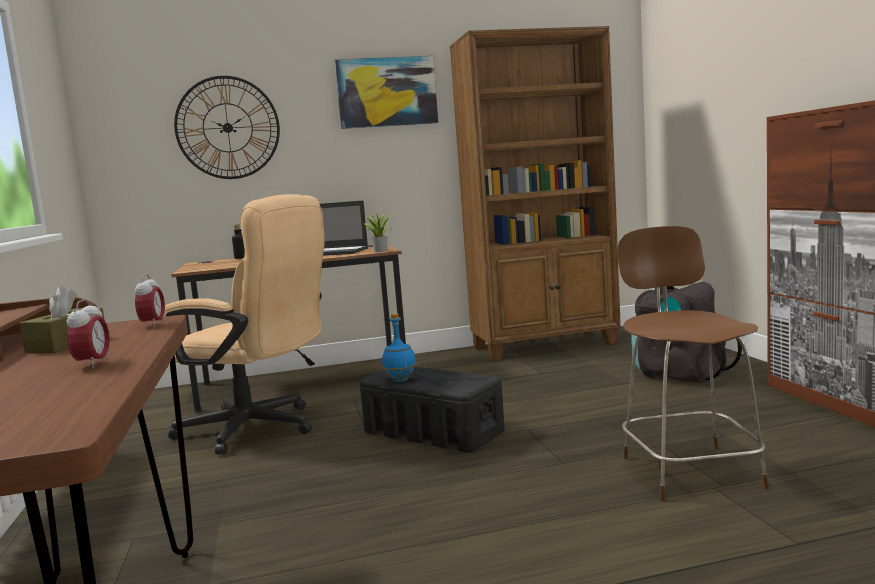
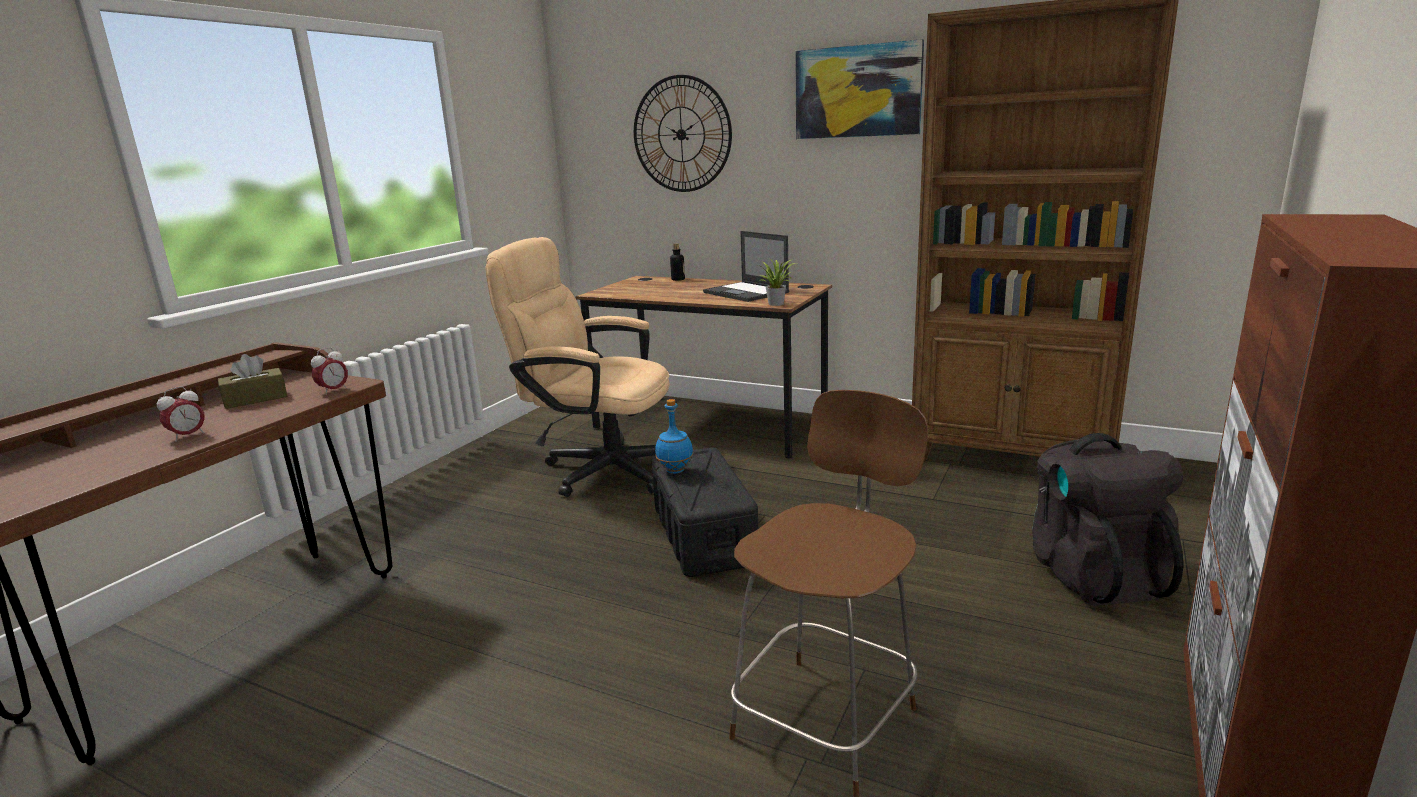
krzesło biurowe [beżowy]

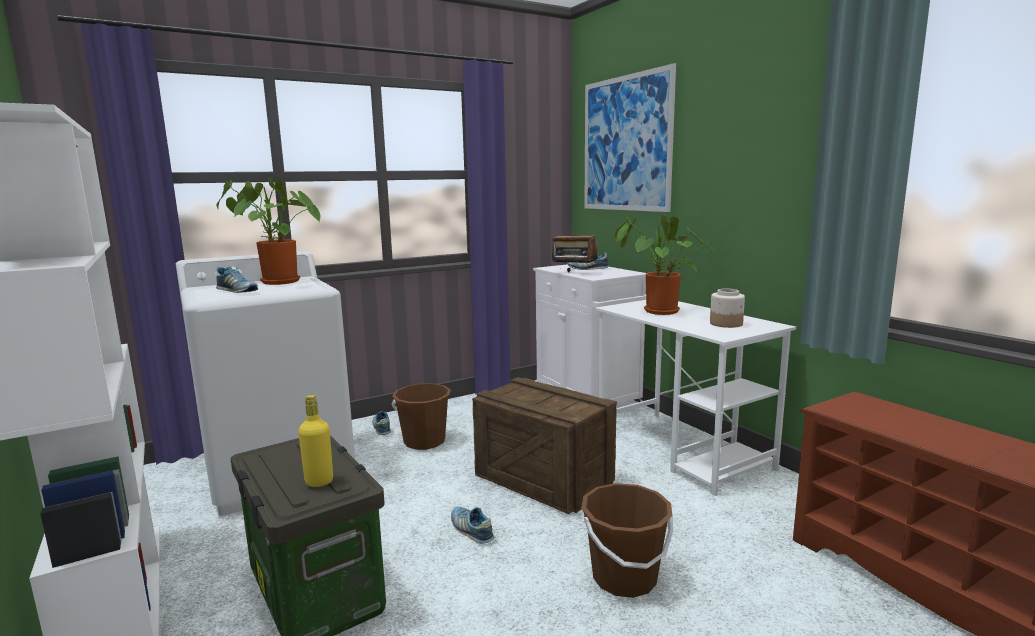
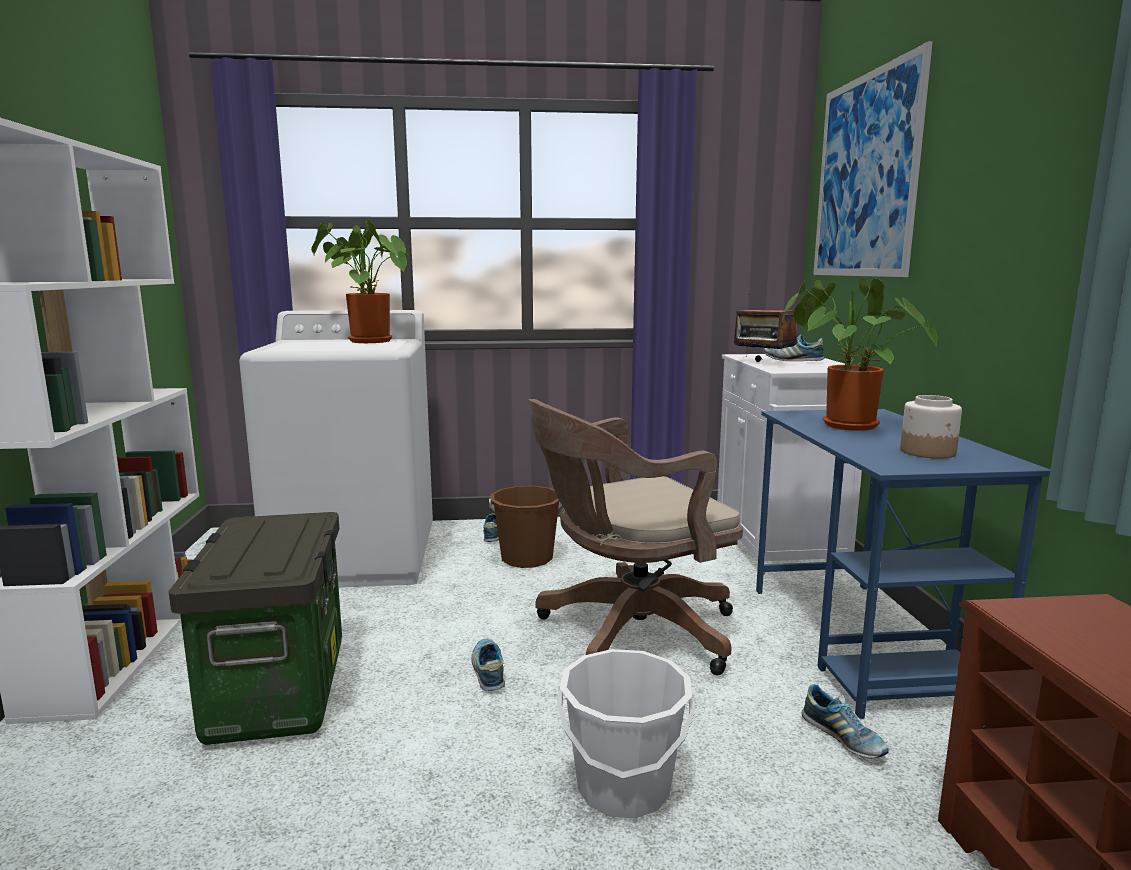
but (4th from left)
butelka [żółty]
krzesło biurowe [brązowy]
wiadro [biały]
biurko [niebieski]

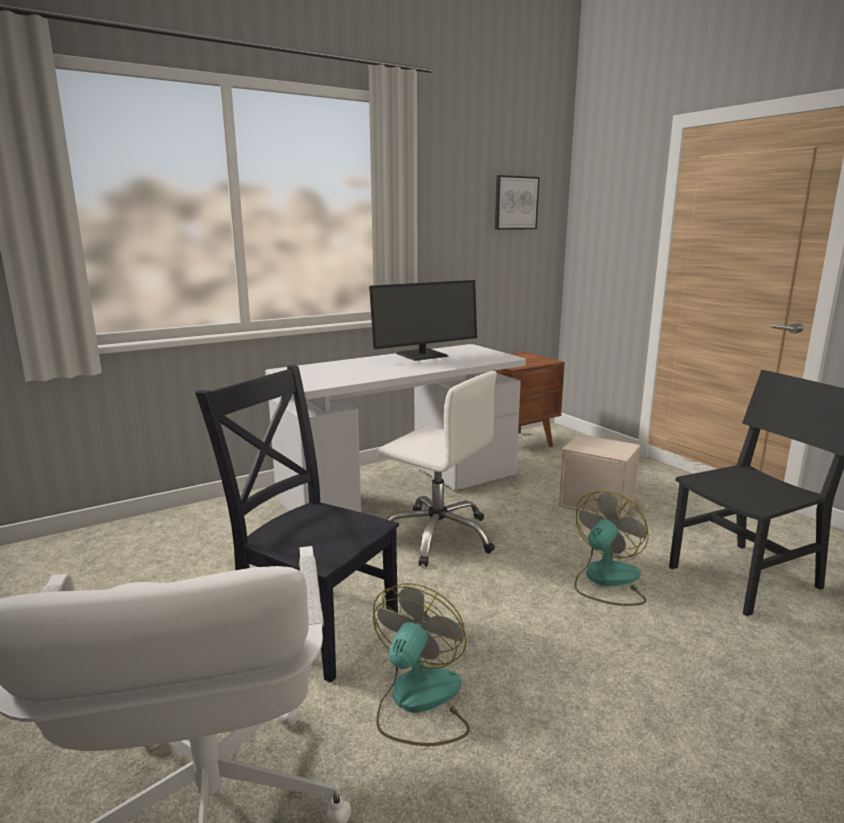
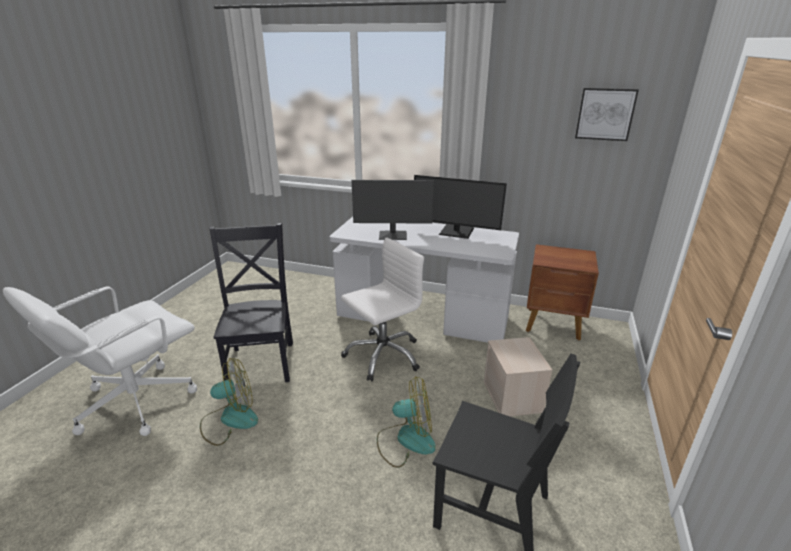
krzesło biurowe [biały] (2nd from left)
monitor (1st from left)

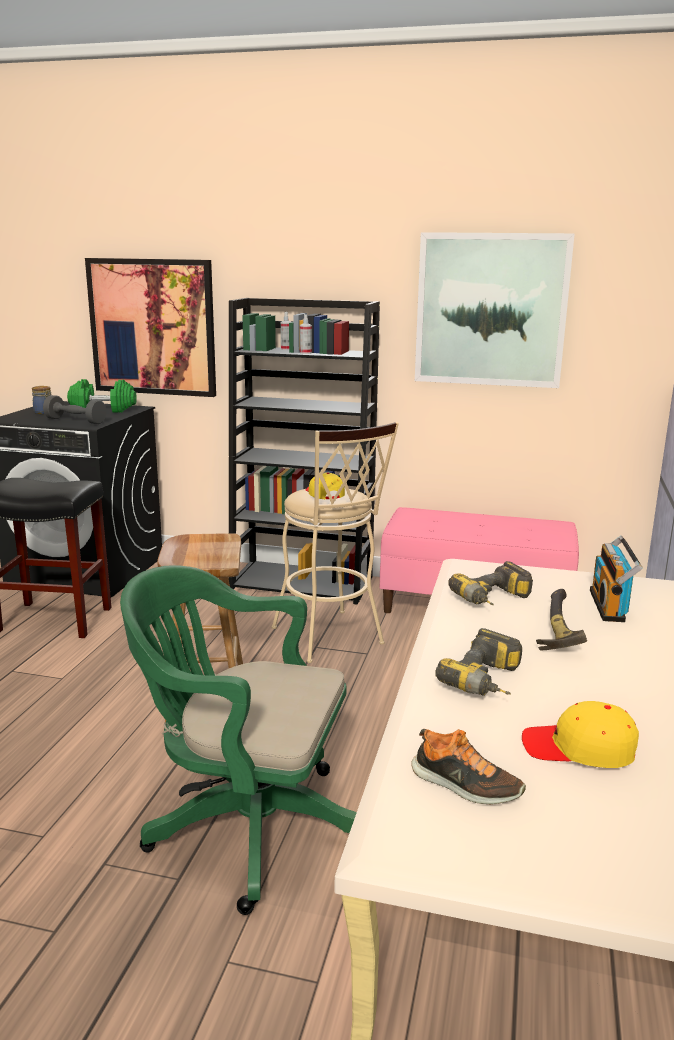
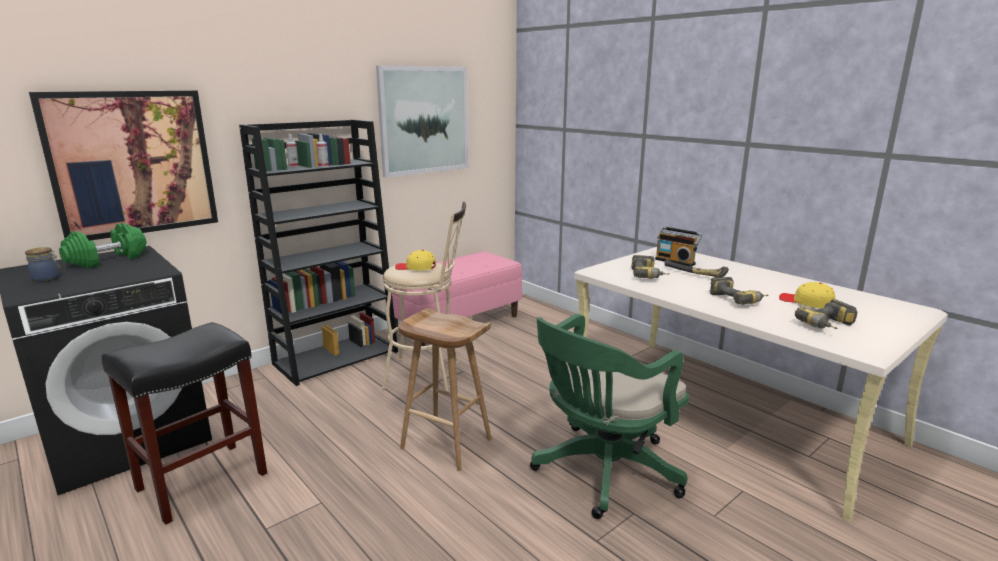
hantel [szary]
wiertarka (3rd from left)
czapka z daszkiem [żółty] (2nd from left)

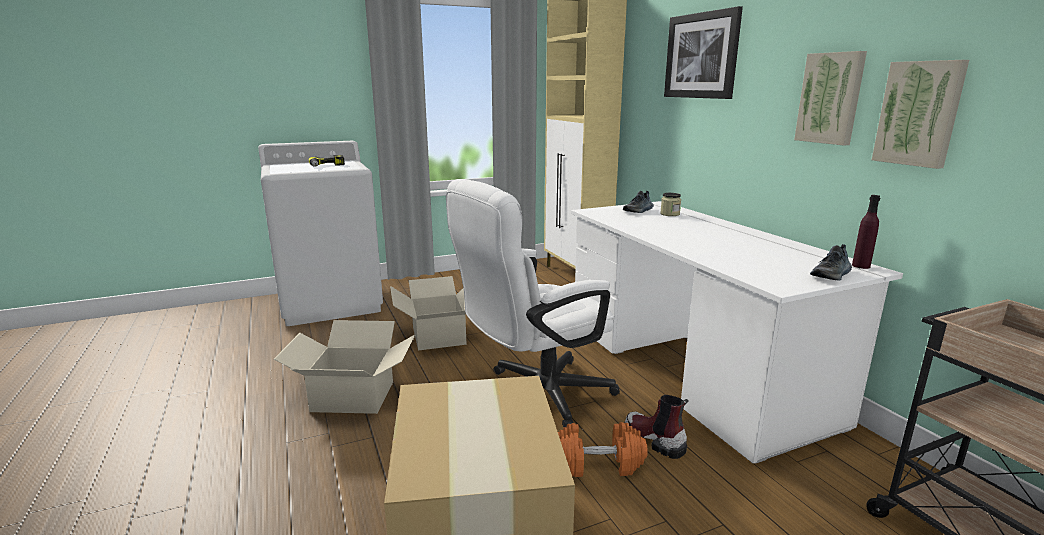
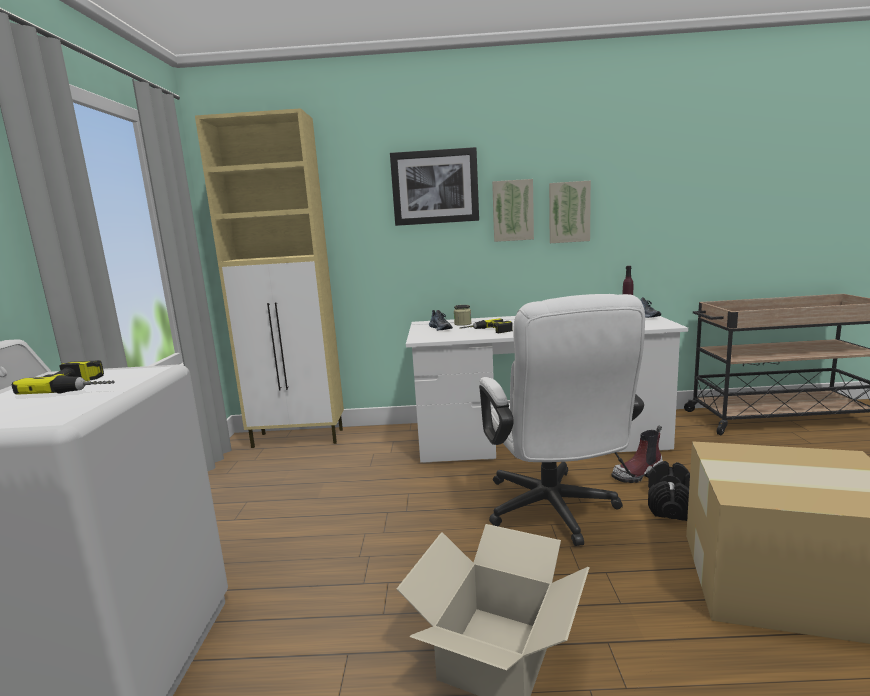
karton (2nd from left in the first image)
hantel [czarny]
obraz (2nd from left)
wiertarka (2nd from left)

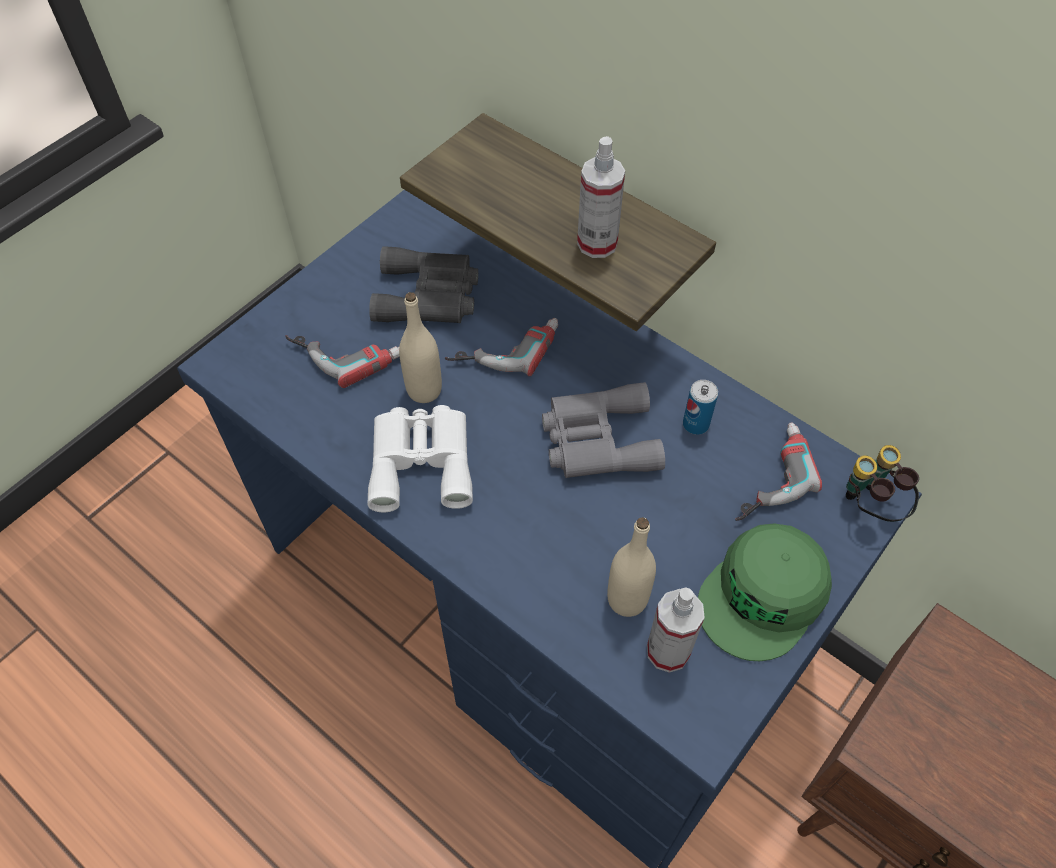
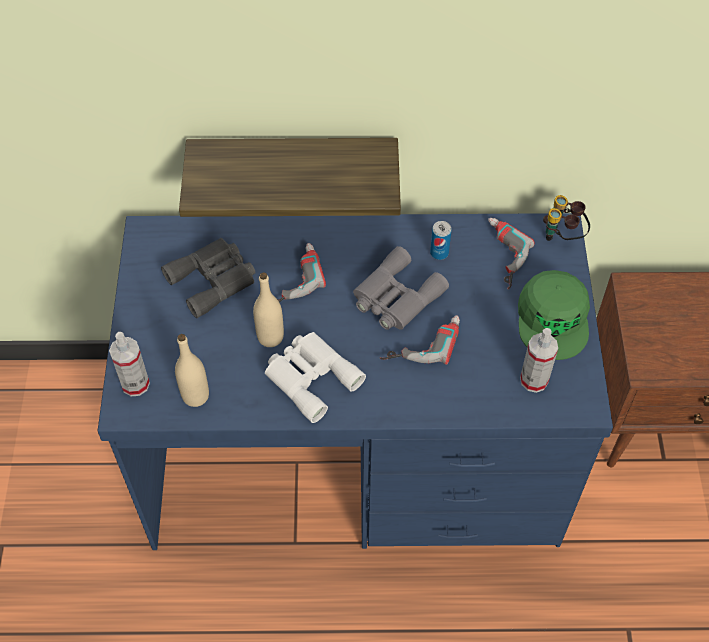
wiertarka (2nd from left)
spryskiwacz (1st from left)
butelka [beżowy] (1st from left)

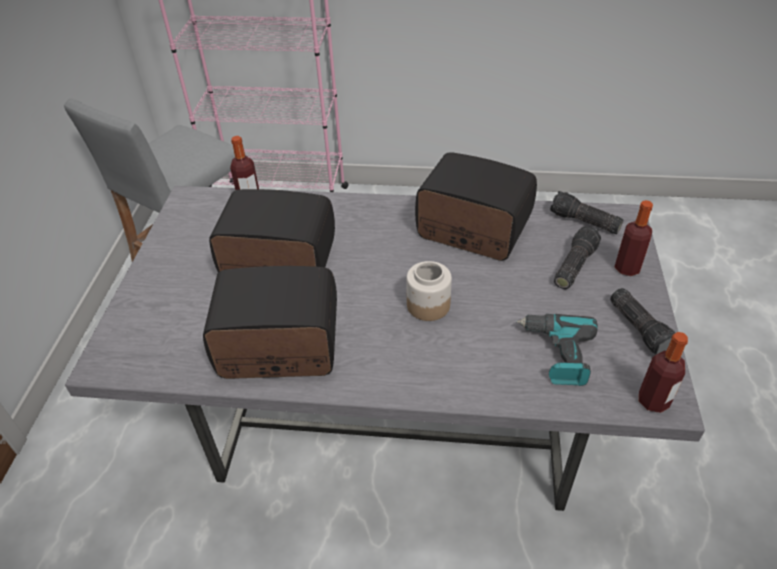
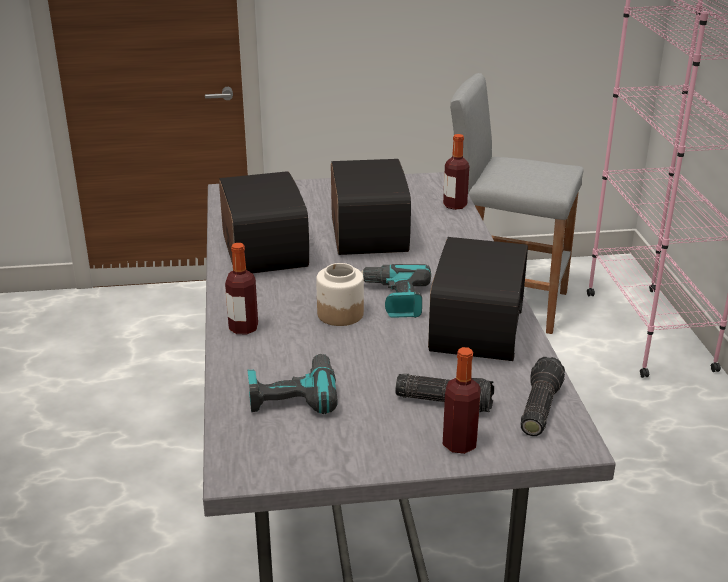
latarka (3rd from left in the first image)
butelka (1st from left)
wiertarka (2nd from left)

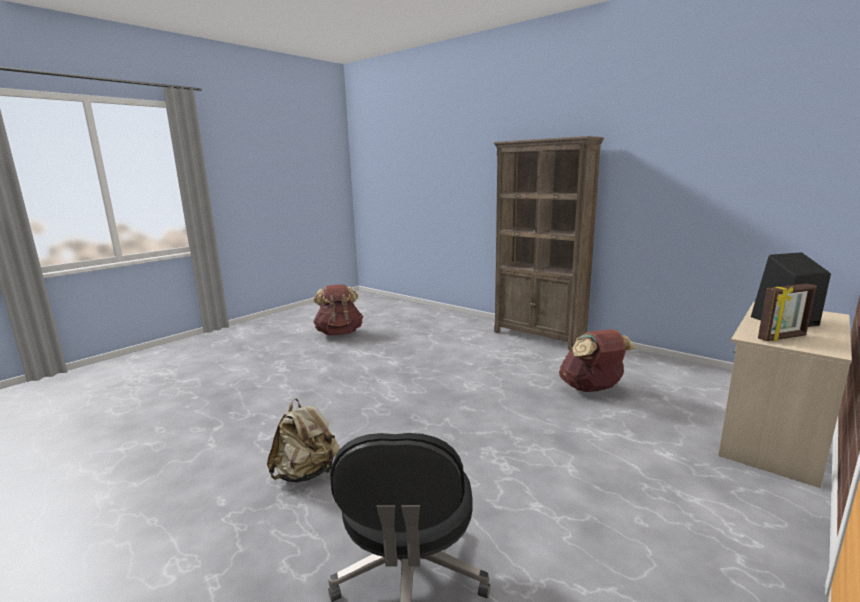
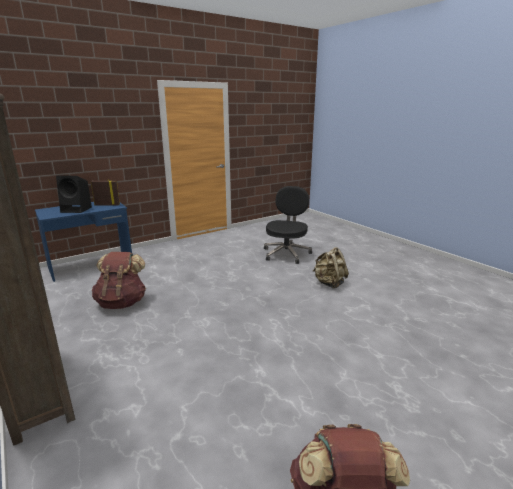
biurko [niebieski]

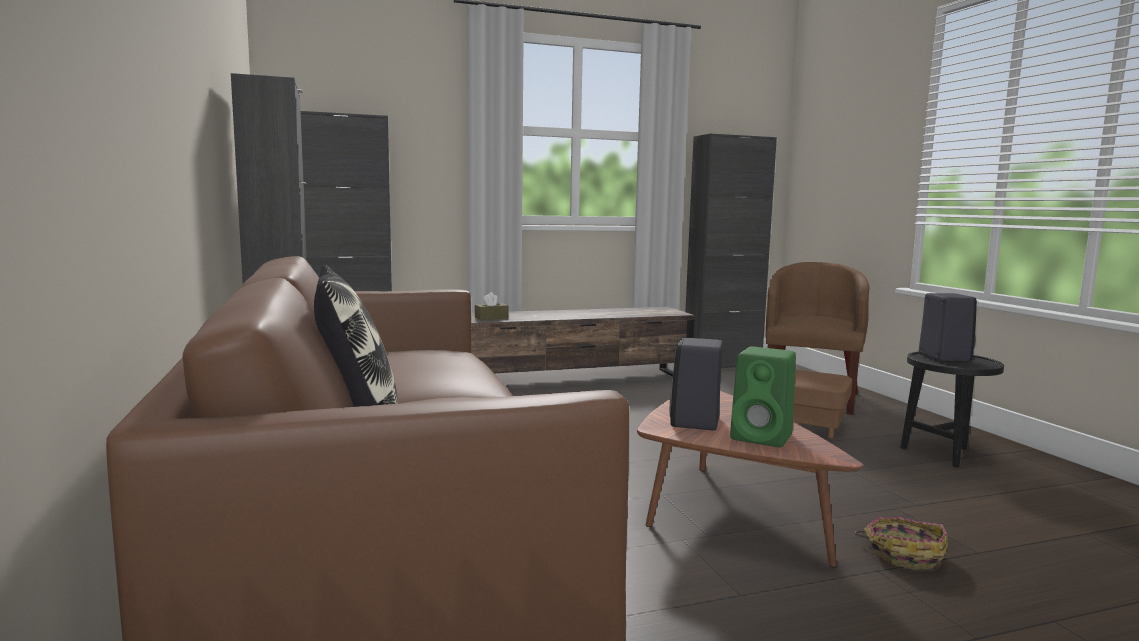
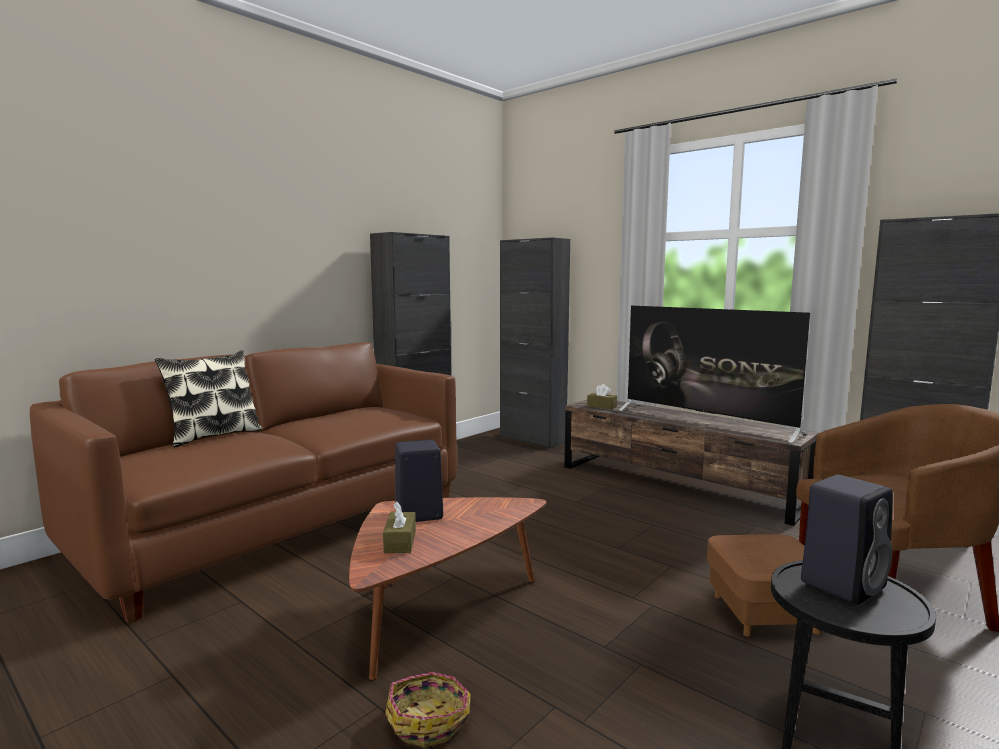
pudełko chusteczek [brązowy] (1st from left)
telewizor

